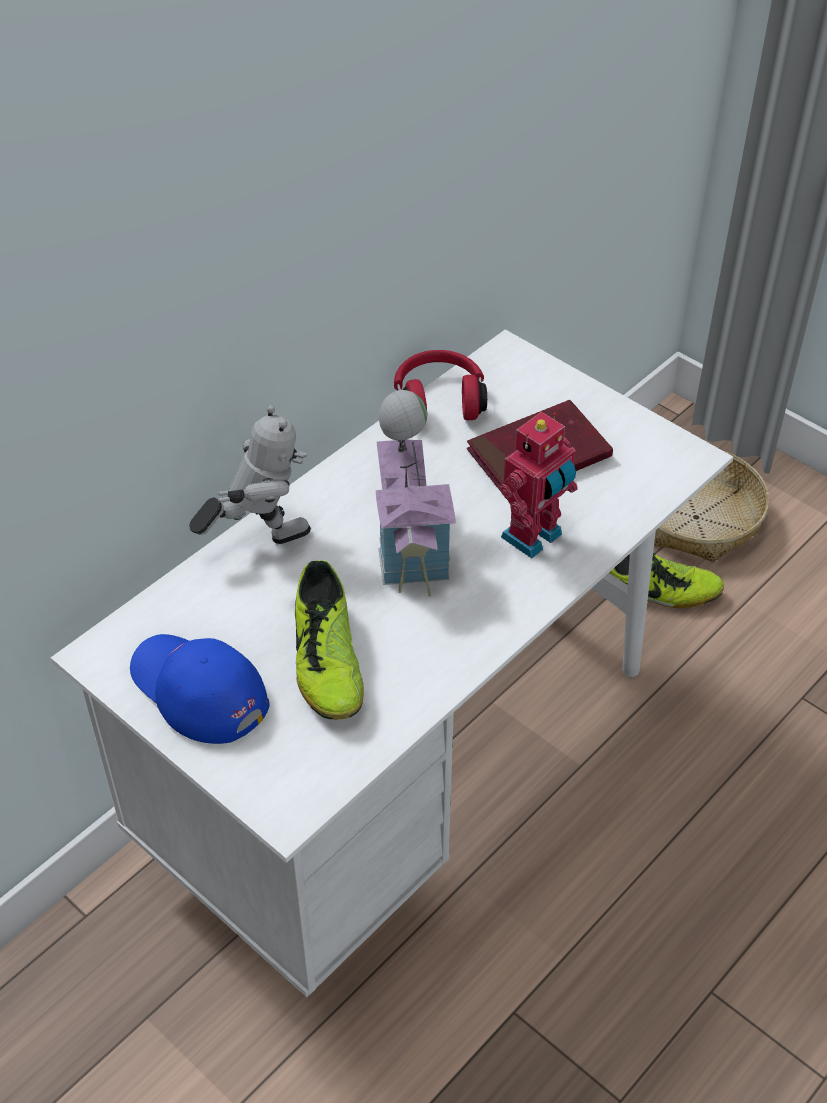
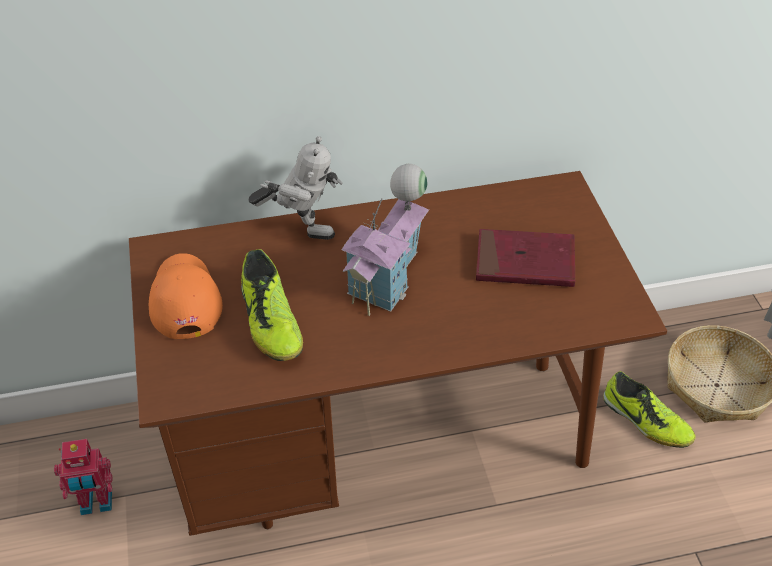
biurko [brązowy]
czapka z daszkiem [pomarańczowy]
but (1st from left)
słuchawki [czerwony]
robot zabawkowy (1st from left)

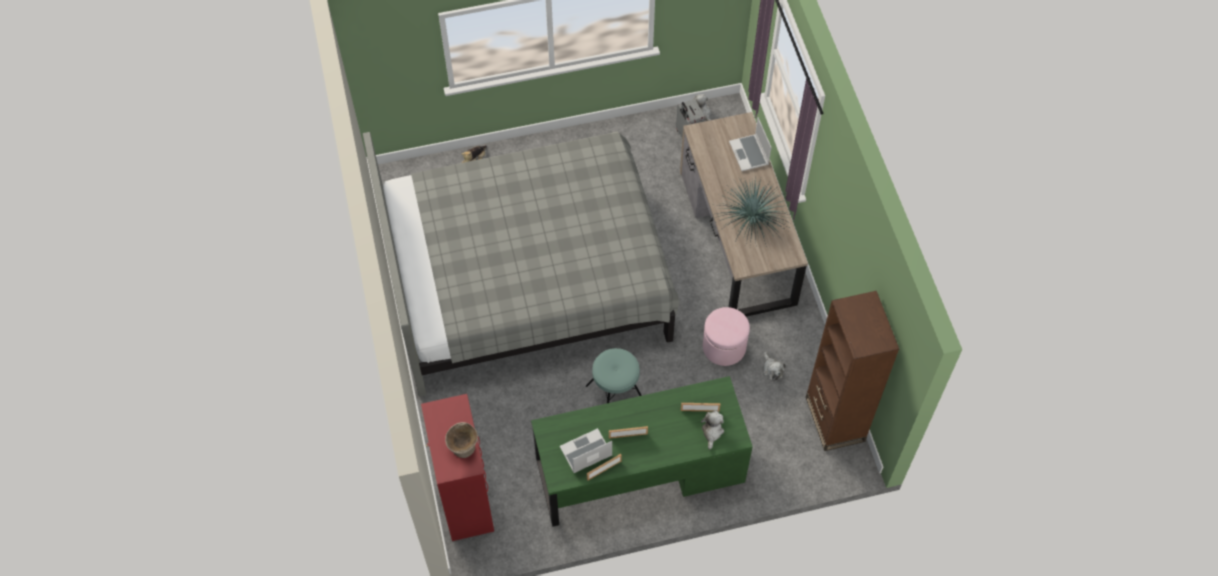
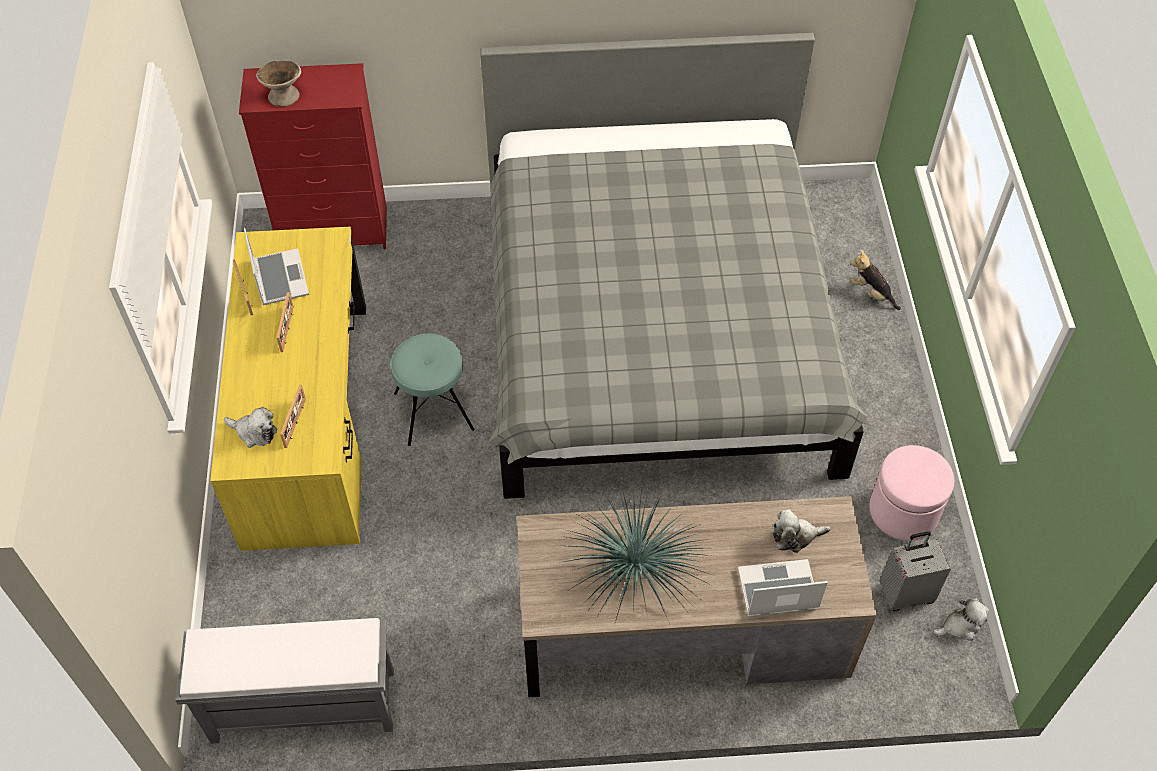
biurko [żółty]
pufa [różowy]
pluszak (2nd from left)
ławka [szary]

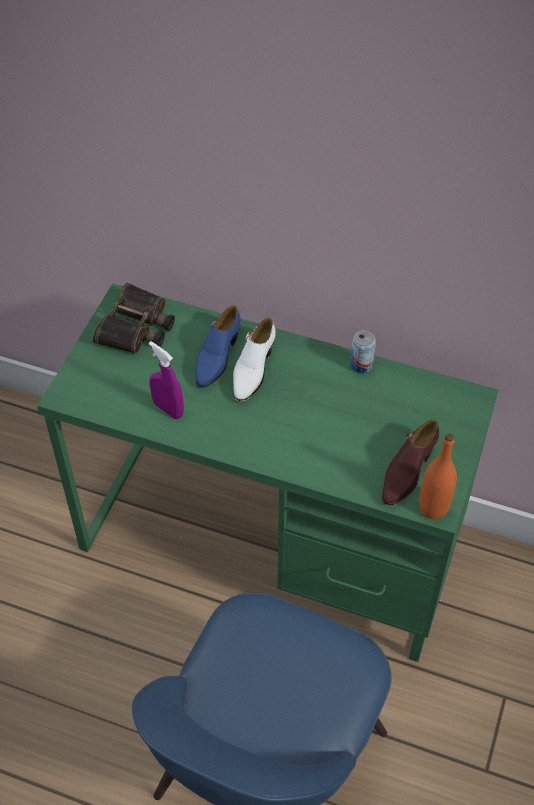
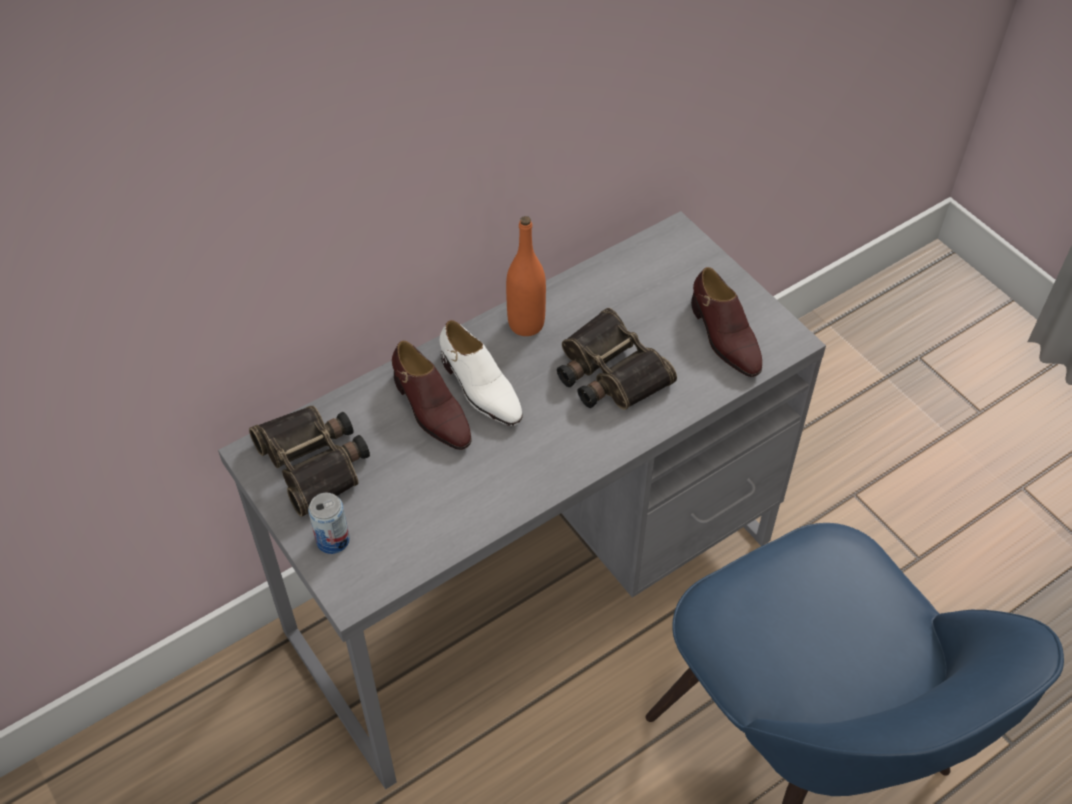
biurko [szary]
spryskiwacz [fioletowy]
but [brązowy] (1st from left)
puszka
butelka [pomarańczowy]
lornetka (2nd from left)

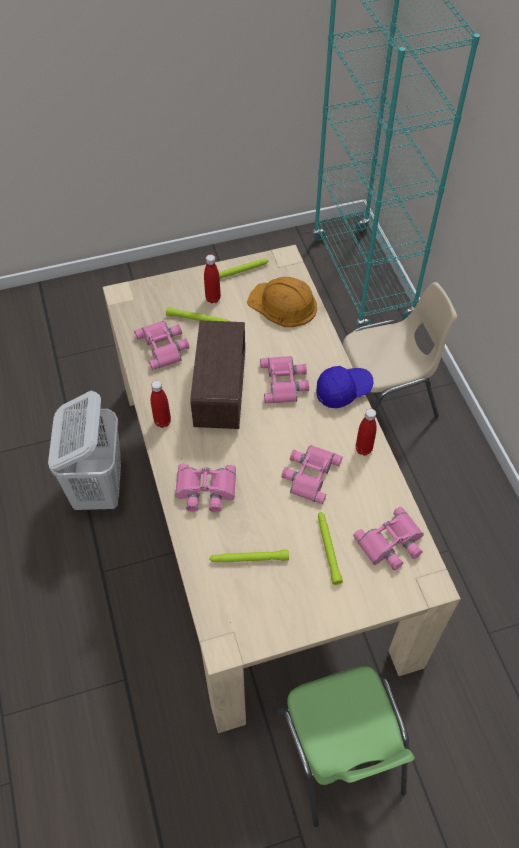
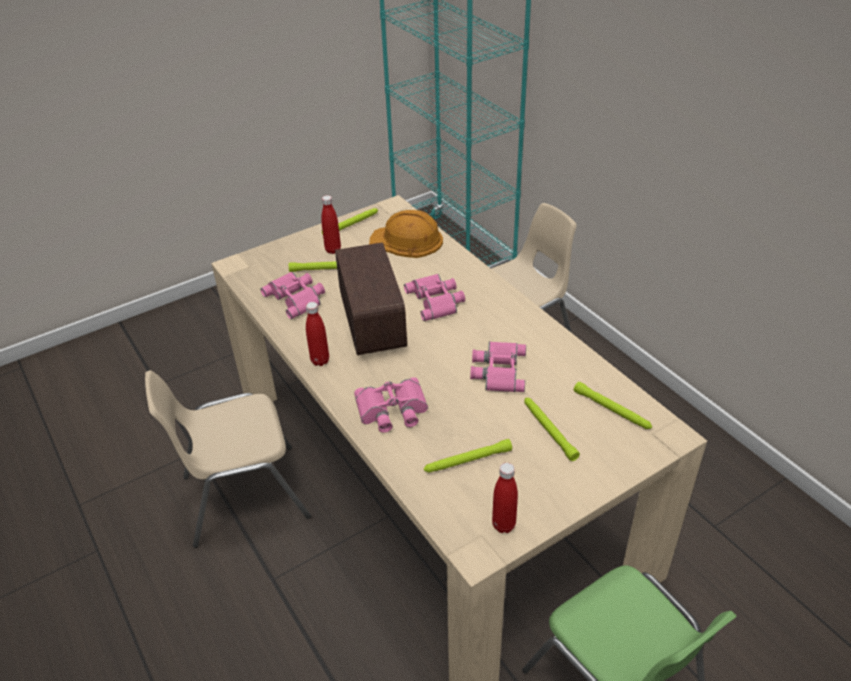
krzesło [beżowy] (1st from left)
czapka z daszkiem [niebieski]
latarka [zielony] (5th from left)
butelka [czerwony] (3rd from left)

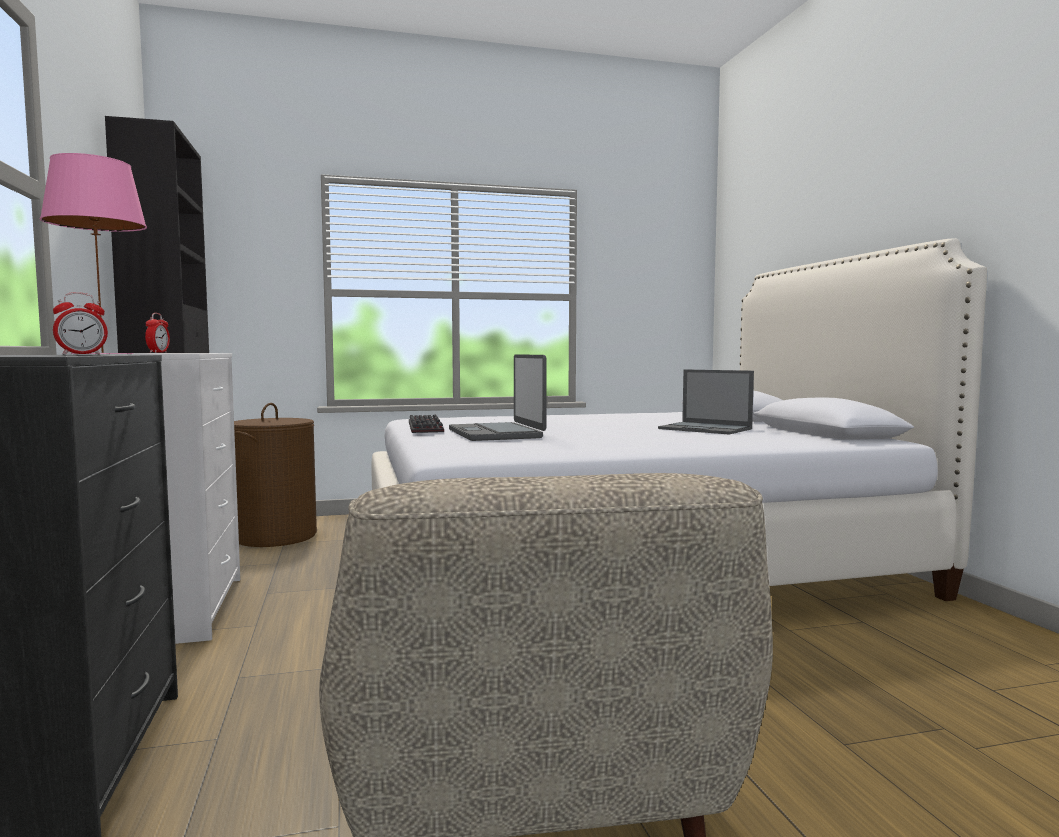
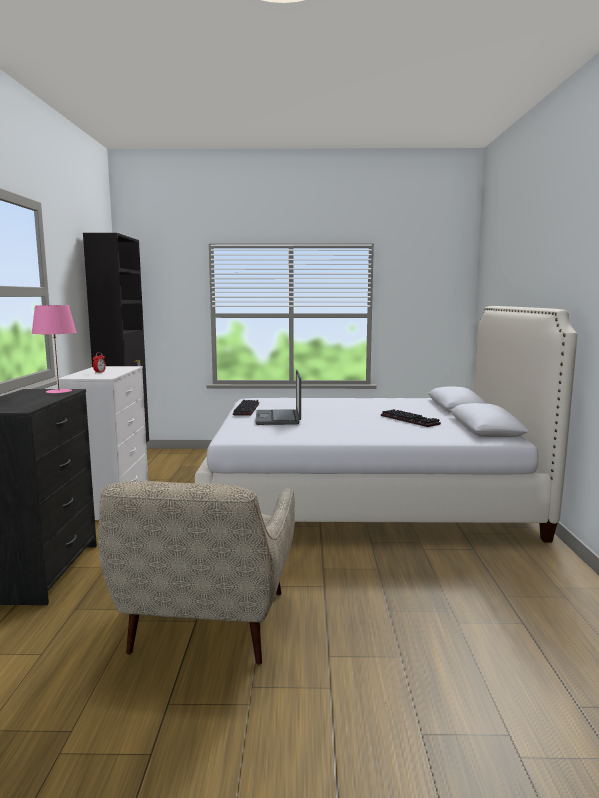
budzik (1st from left in the first image)
kosz na pranie [brązowy]
klawiatura (2nd from left)

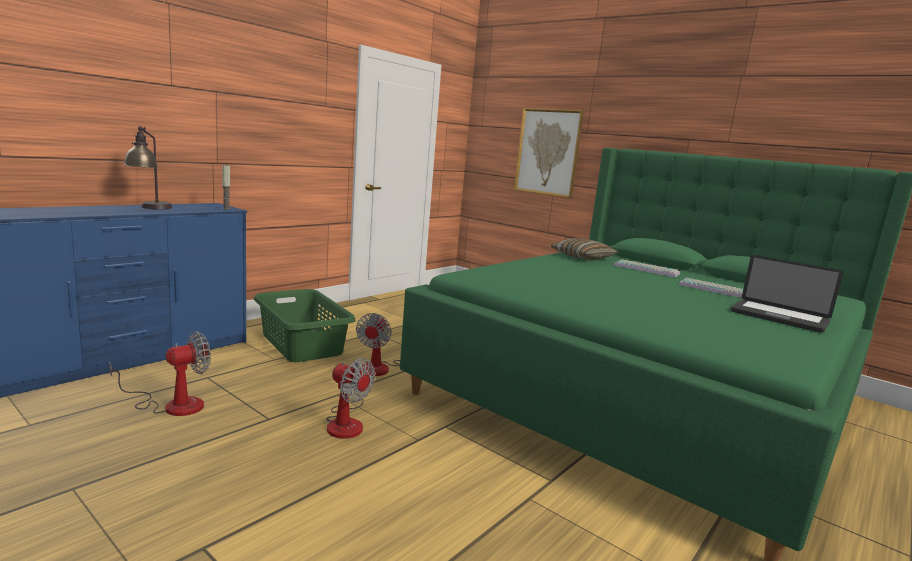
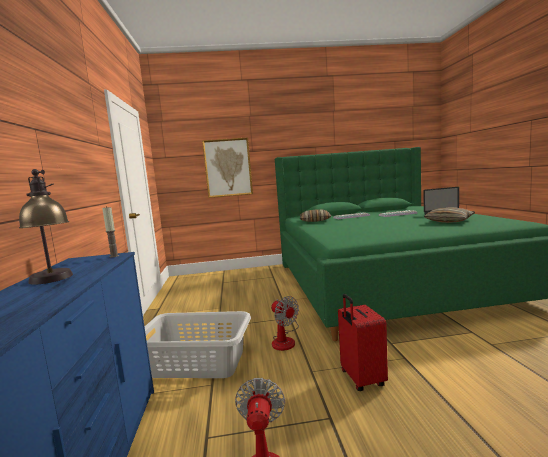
kosz na pranie [szary]
walizka [czerwony]
poduszka (2nd from left)

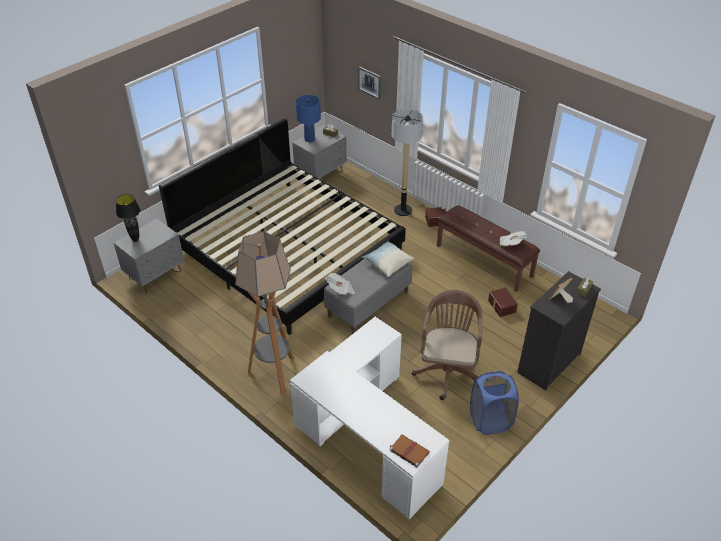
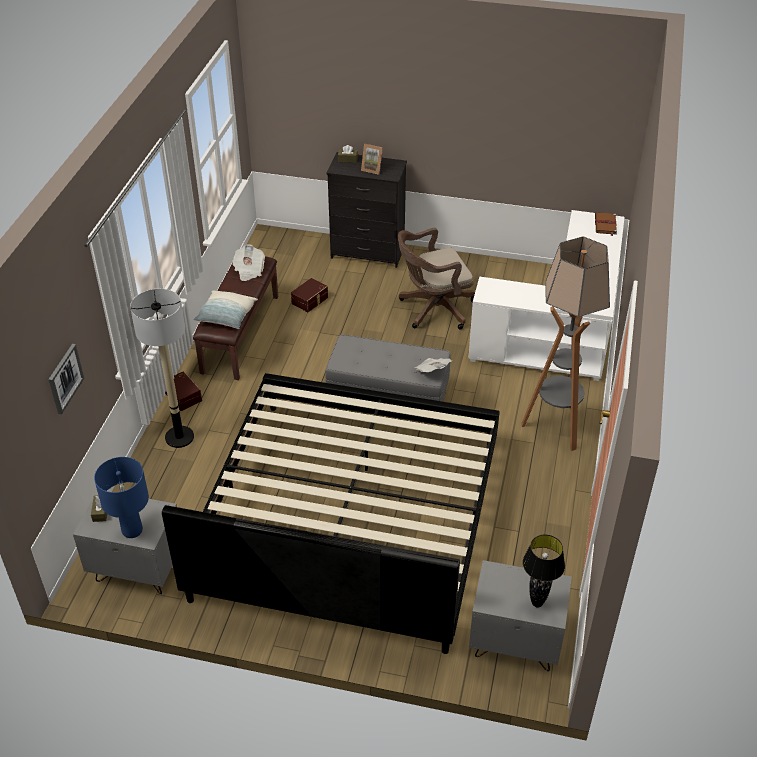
poduszka
kosz na pranie [niebieski]

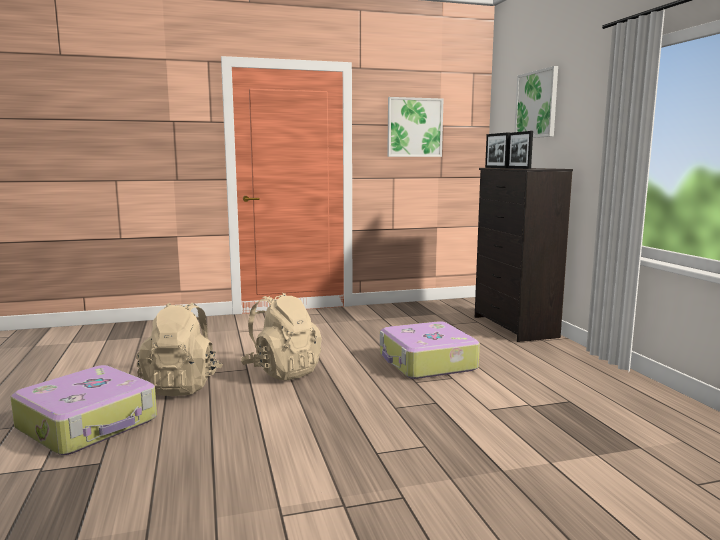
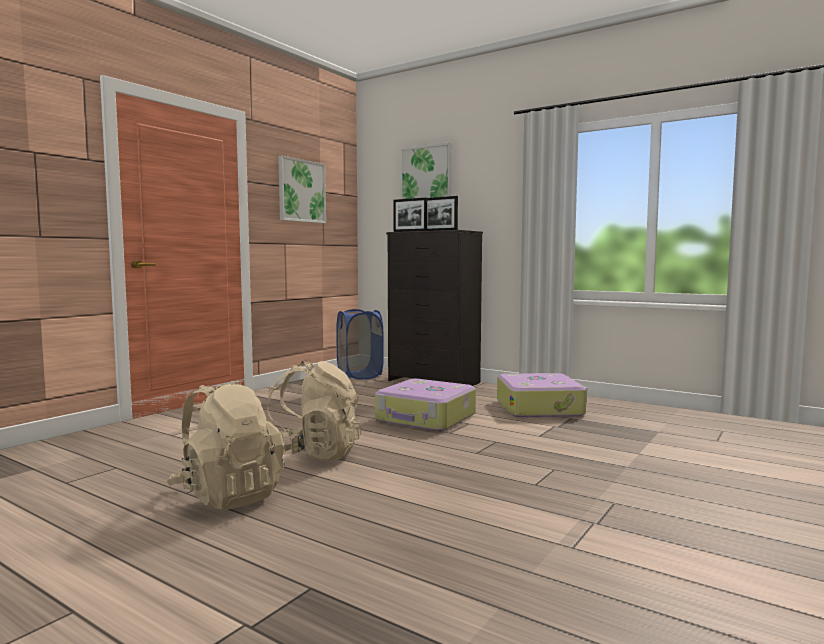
walizka (2nd from left)
kosz na pranie [niebieski]

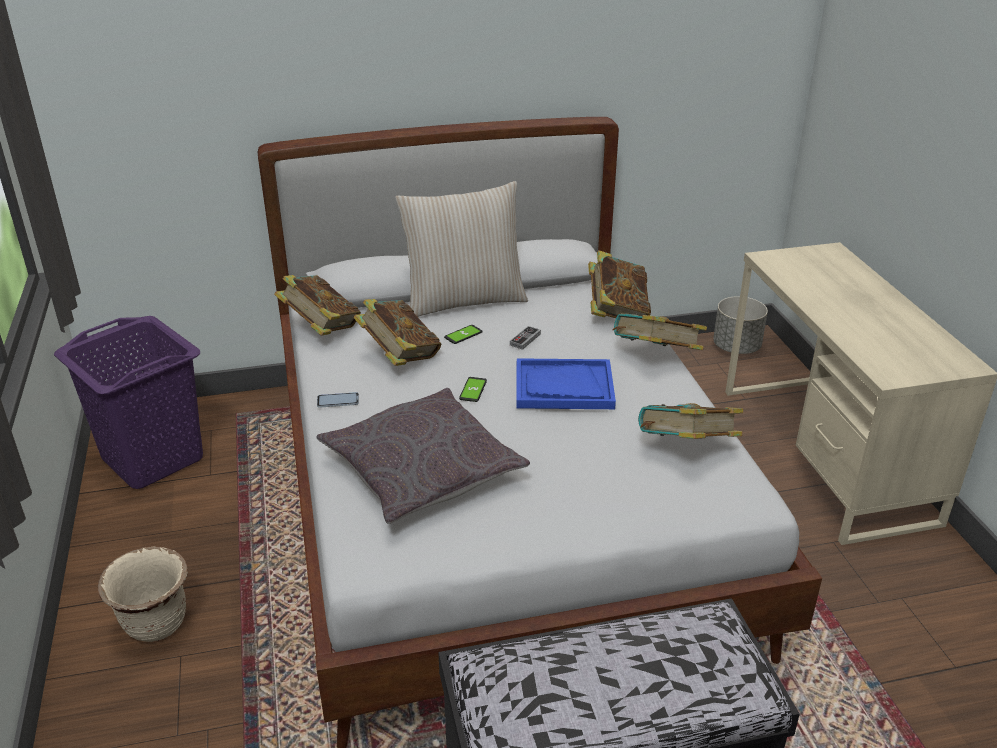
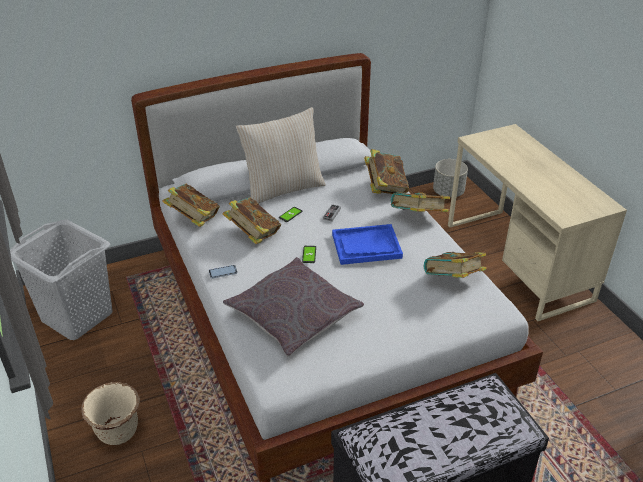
kosz na pranie [szary]

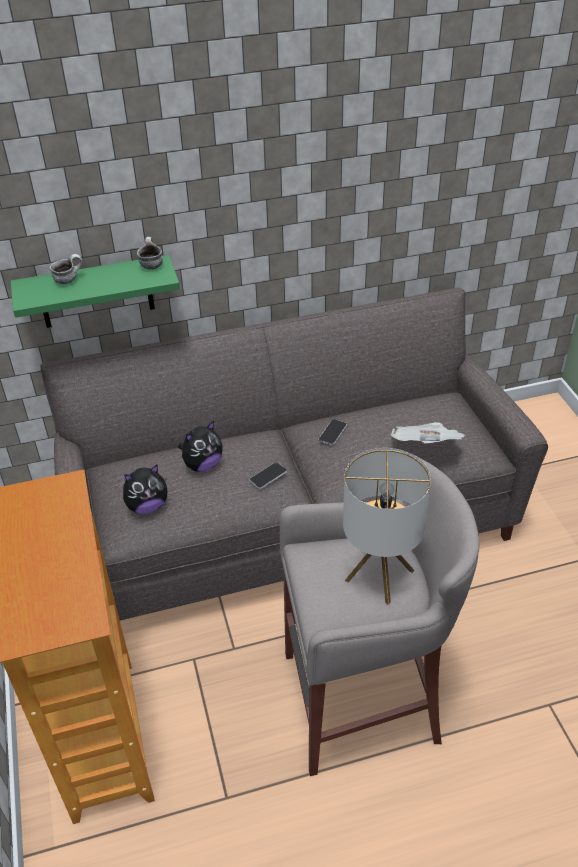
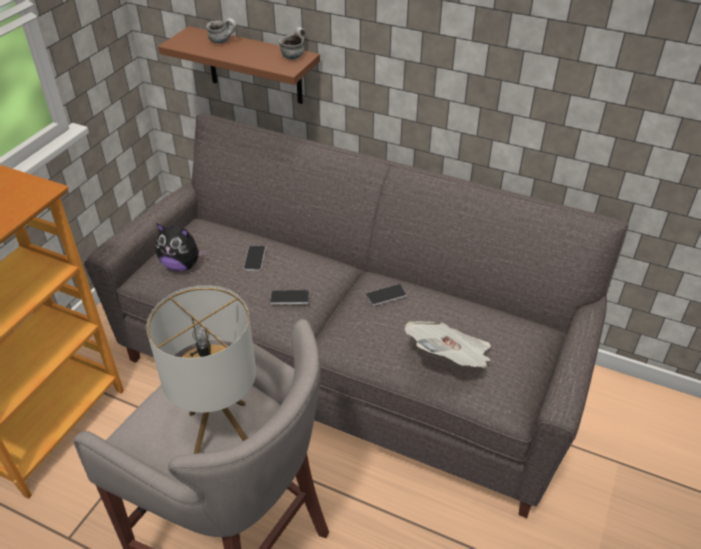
półka [brązowy]
telefon (1st from left)

